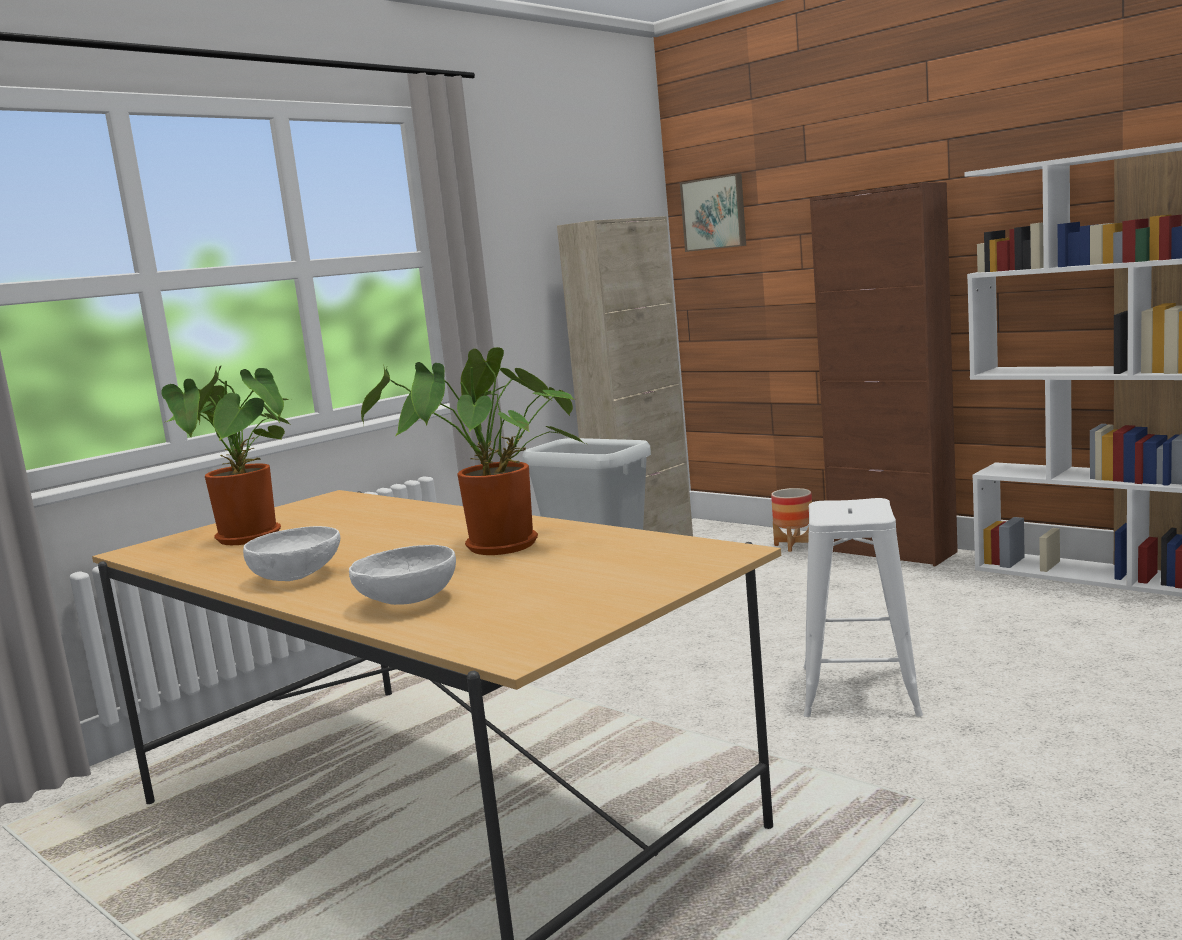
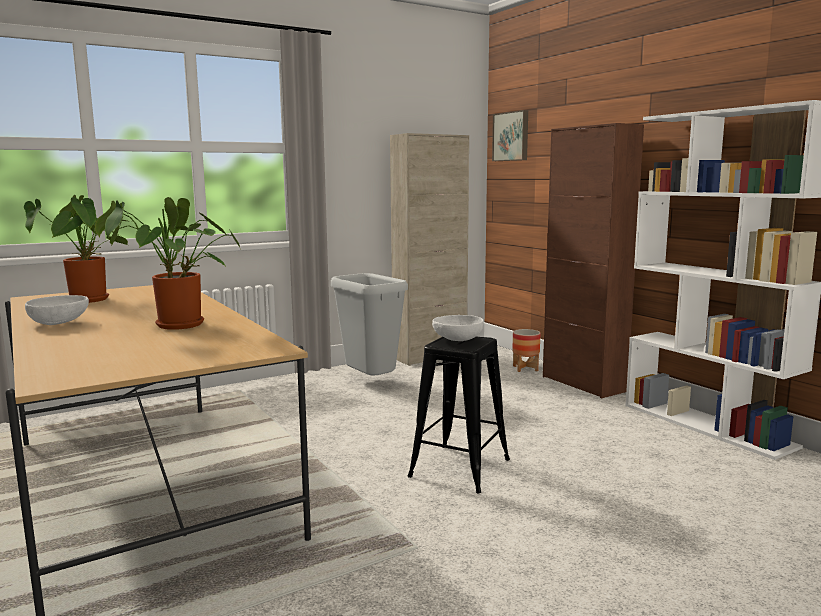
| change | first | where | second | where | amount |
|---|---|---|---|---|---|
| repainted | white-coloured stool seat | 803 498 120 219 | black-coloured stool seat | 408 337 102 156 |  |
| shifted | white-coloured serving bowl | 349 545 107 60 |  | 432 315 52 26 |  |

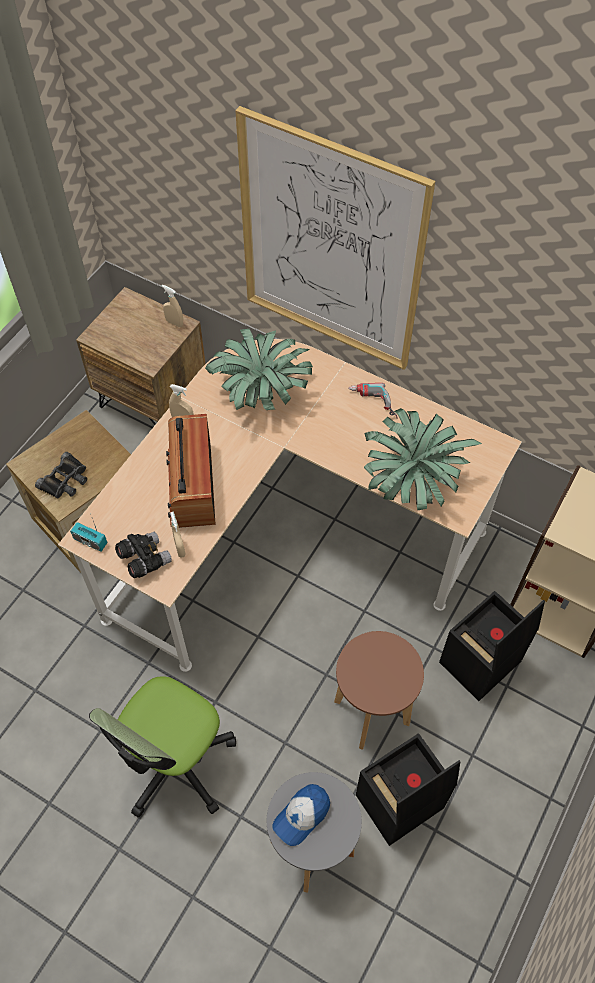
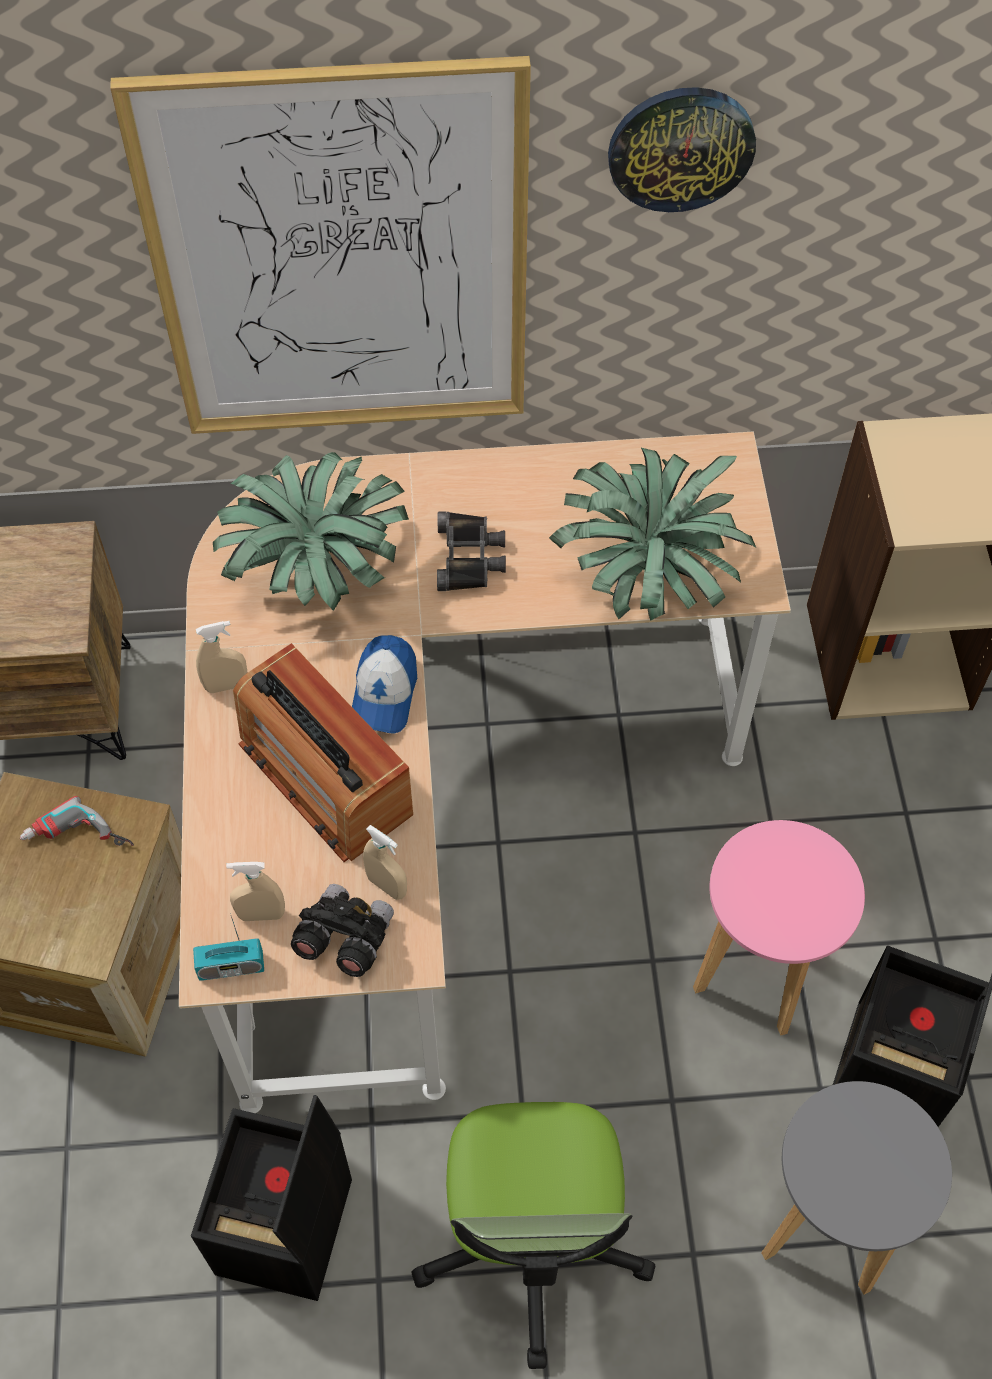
| change | first | where | second | where | amount |
|---|---|---|---|---|---|
| shifted | power drill | 348 383 50 36 |  | 20 796 114 50 |  |
| shifted | black-coloured storage bin | 439 591 106 110 |  | 191 1095 161 206 |  |
| shifted | beige-coloured sprayer | 162 285 21 42 |  | 226 862 59 59 |  |
| shifted | peaked cap | 272 784 58 62 |  | 352 635 65 98 |  |
| shifted | black-coloured binoculars | 35 452 52 47 |  | 437 511 69 80 |  |
| new |  |  | hanging clock | 608 87 148 125 |  |
| repainted | brown-coloured stool seat | 334 631 90 119 | pink stool seat | 693 820 172 215 |  |

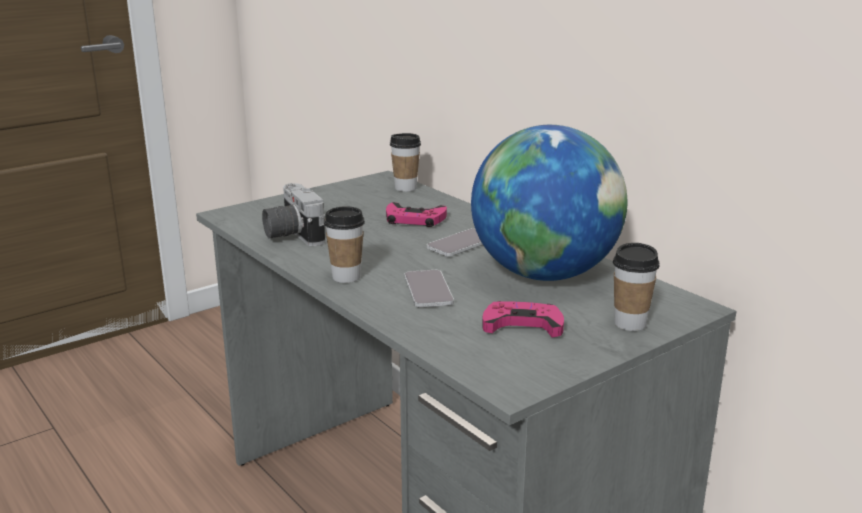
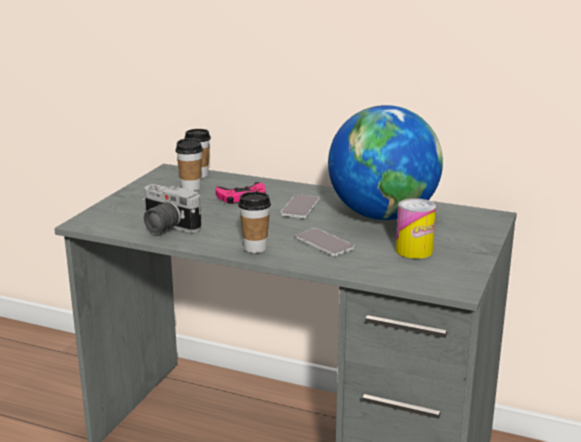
| change | first | where | second | where | amount |
|---|---|---|---|---|---|
| shifted | cup | 613 243 47 88 |  | 176 138 27 53 |  |
| swapped | pink gamepad | 482 301 82 36 | can | 396 198 40 61 |  |

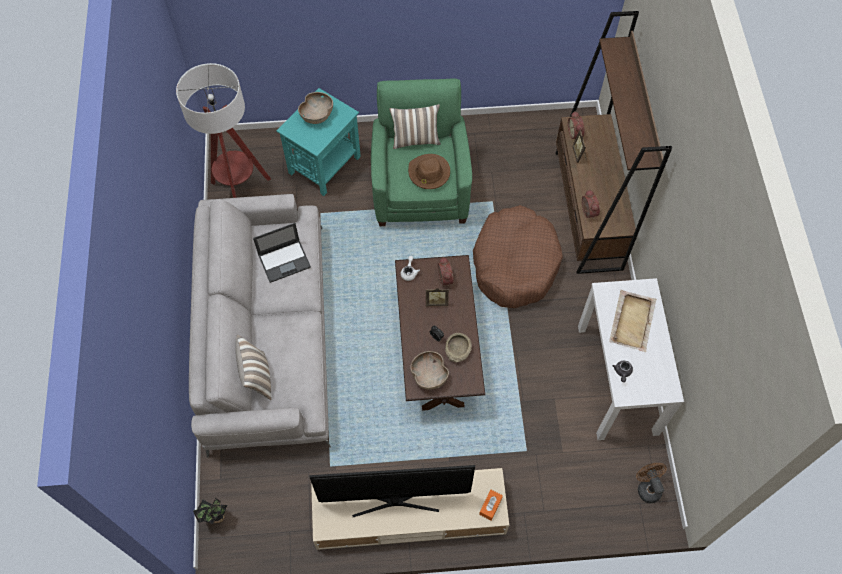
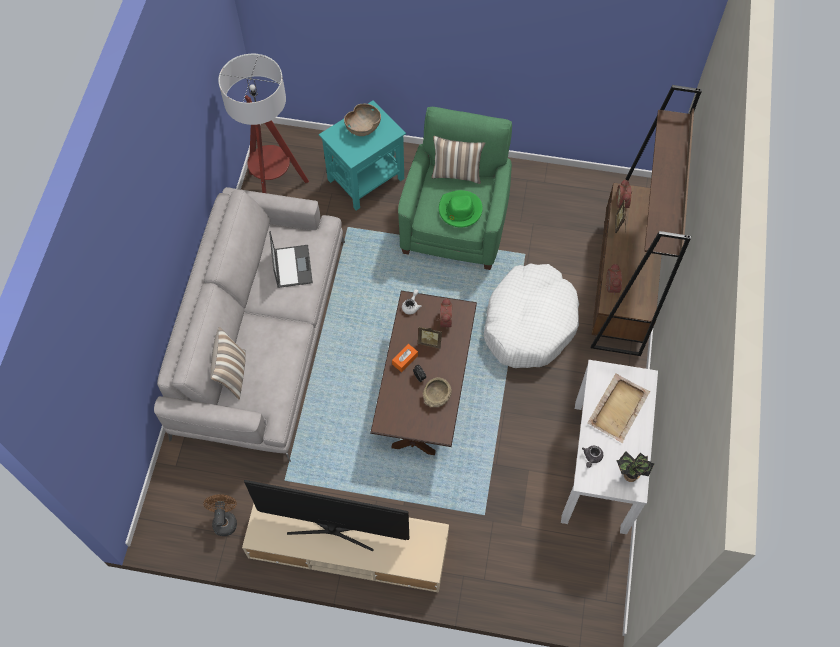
| change | first | where | second | where | amount |
|---|---|---|---|---|---|
| shifted | brown-coloured fan | 636 463 31 40 |  | 203 494 34 42 |  |
| rotated | laptop | 253 223 58 60 |  | 269 231 44 57 | 90 degrees counterclockwise |
| shifted | orange box of tissues | 479 490 24 31 |  | 392 344 26 28 |  |
| repainted | brown-coloured clothing hat | 408 154 42 35 | greenish clothing hat | 439 190 44 37 |  |
| repainted | brown-coloured dog bed | 473 205 90 103 | white-coloured dog bed | 484 263 95 105 |  |
| shifted | houseplant | 193 498 34 26 |  | 616 451 39 31 |  |
| gone | brown-coloured serving bowl | 410 351 39 39 |  |  |  |

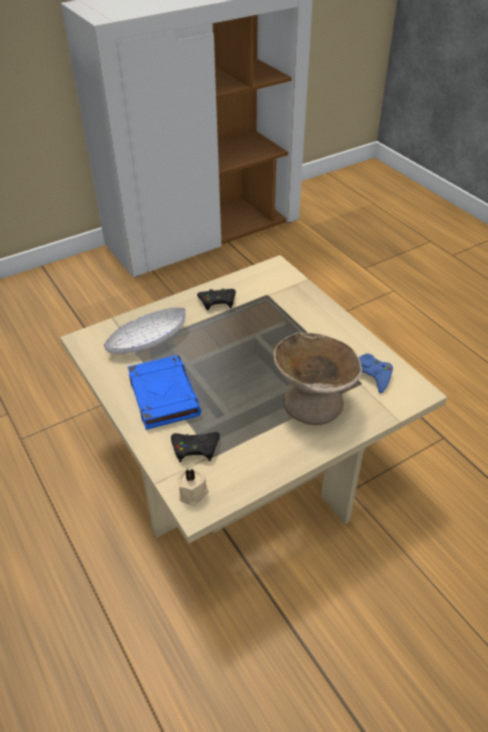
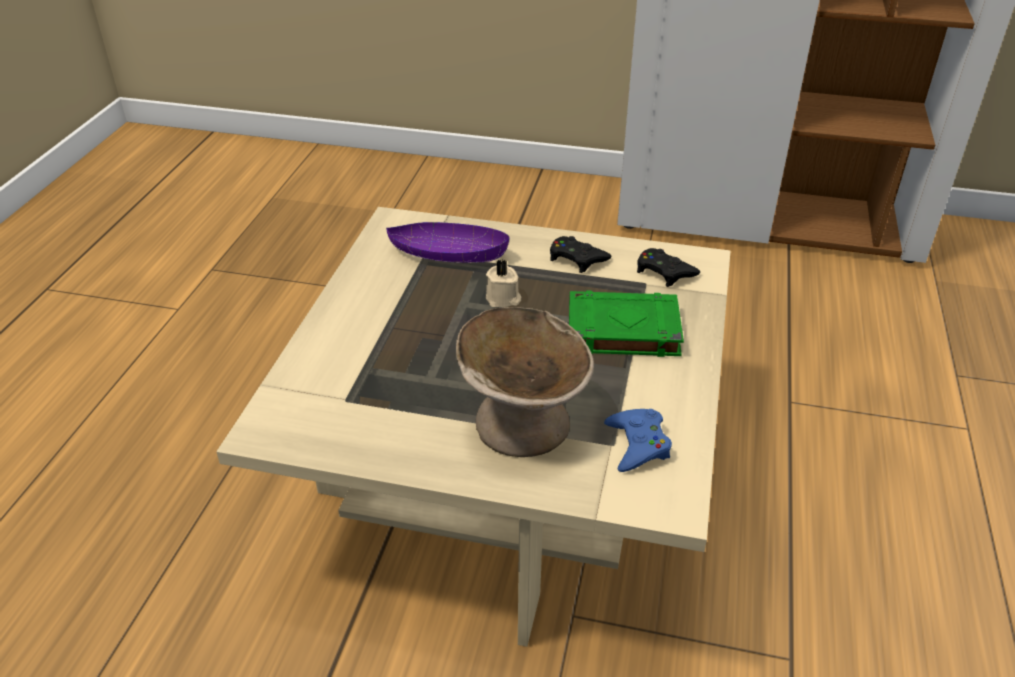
| change | first | where | second | where | amount |
|---|---|---|---|---|---|
| repainted | white-coloured serving bowl | 104 308 81 46 | purple serving bowl | 386 222 124 41 |  |
| shifted | beige-coloured wax light | 177 468 32 38 |  | 485 259 36 48 |  |
| new |  |  | greenish bound book | 569 291 115 66 |  |
| shifted | black-coloured gamepad | 171 432 49 30 |  | 637 248 63 39 |  |
| gone | blue bound book | 128 355 73 75 |  |  |  |

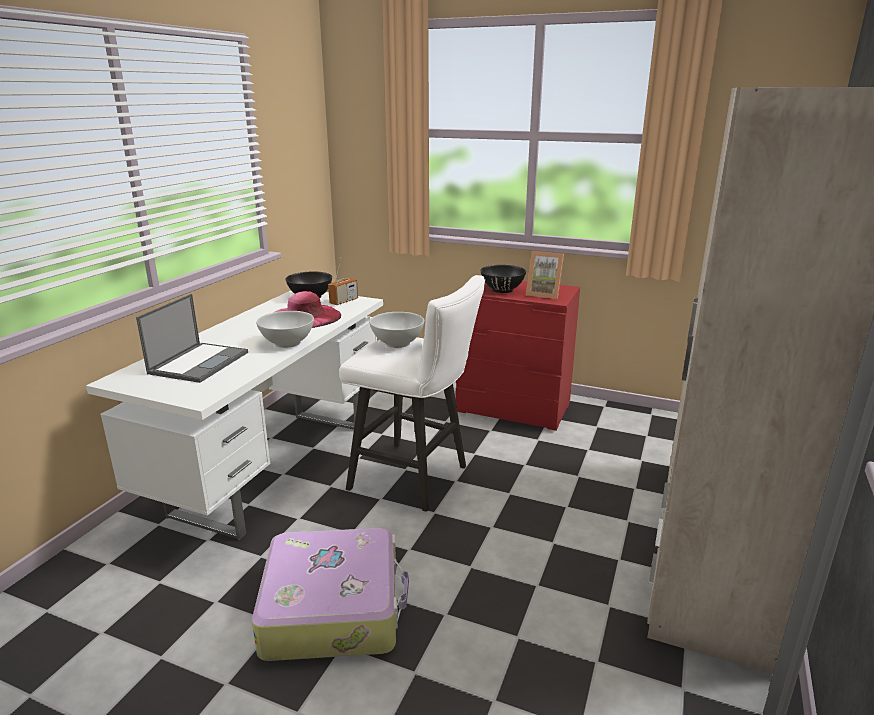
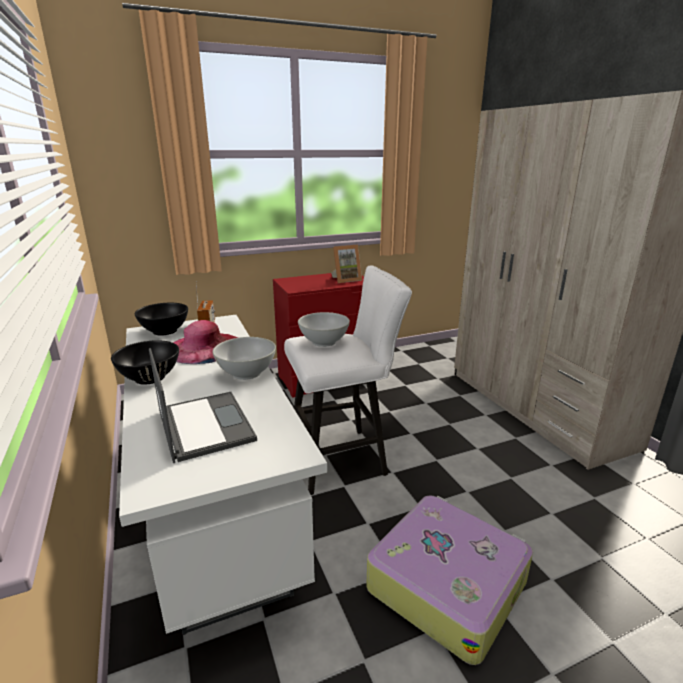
| change | first | where | second | where | amount |
|---|---|---|---|---|---|
| shifted | black-coloured serving bowl | 481 265 45 28 |  | 111 340 68 45 |  |

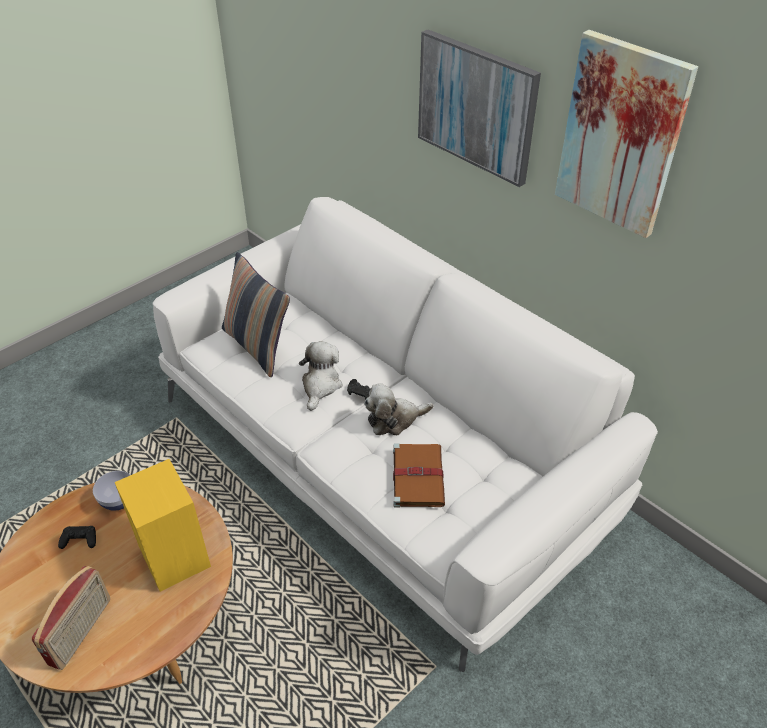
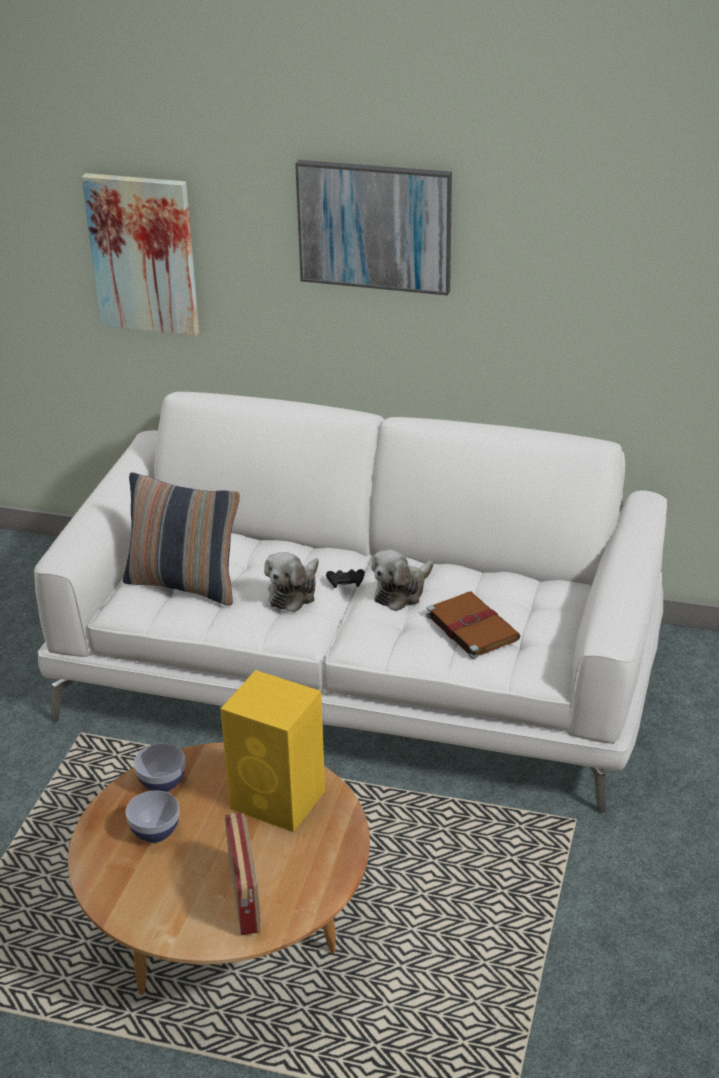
| change | first | where | second | where | amount |
|---|---|---|---|---|---|
| shifted | wall picture | 555 30 143 208 |  | 82 173 117 163 |  |
| swapped | black-coloured gamepad | 58 526 38 23 | serving bowl | 125 790 54 53 |  |
| rotated | plush toy | 299 341 43 70 |  | 264 552 55 60 | 135 degrees counterclockwise |

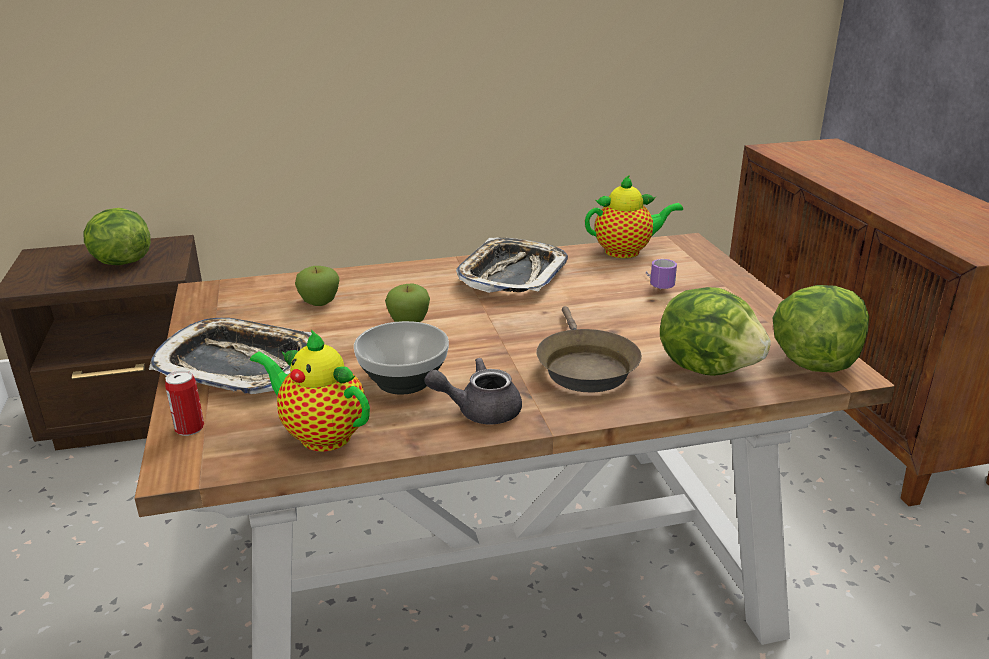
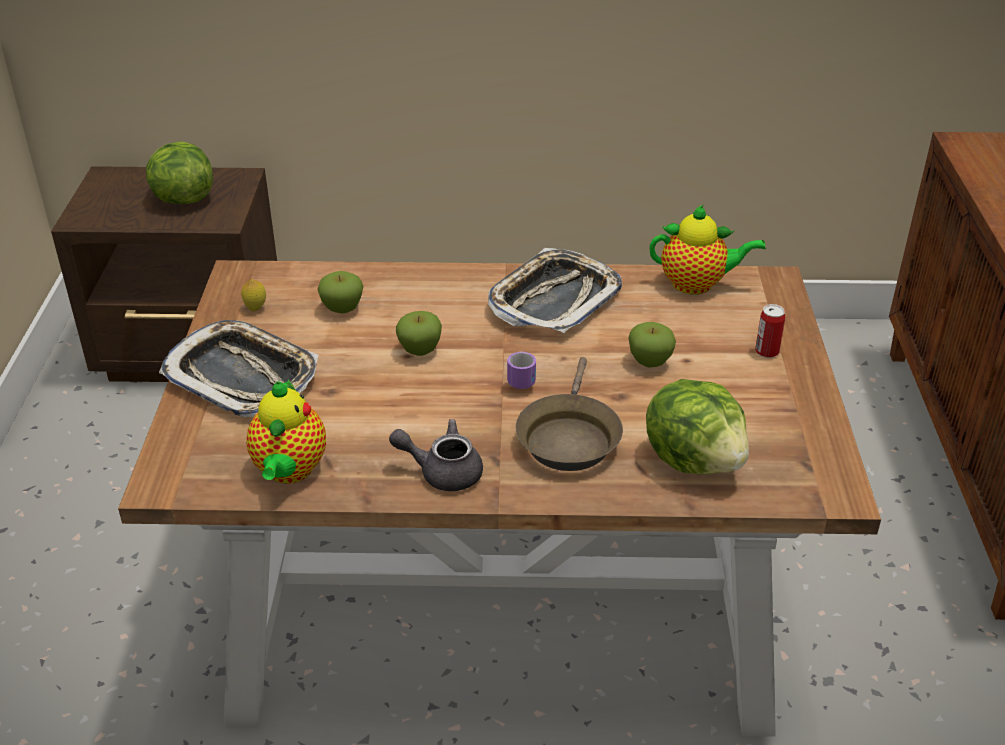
| change | first | where | second | where | amount |
|---|---|---|---|---|---|
| new |  |  | whole lemon | 241 279 25 32 |  |
| rotated | teapot | 250 329 120 123 |  | 247 379 79 105 | 135 degrees counterclockwise |
| shifted | coffee mug | 646 259 31 31 |  | 507 351 29 38 |  |
| new |  |  | apple | 629 322 47 46 |  |
| shifted | can | 165 370 39 66 |  | 755 304 30 54 |  |
| gone | serving bowl | 354 321 95 74 |  |  |  |
| gone | head of lettuce | 773 285 96 88 |  |  |  |

